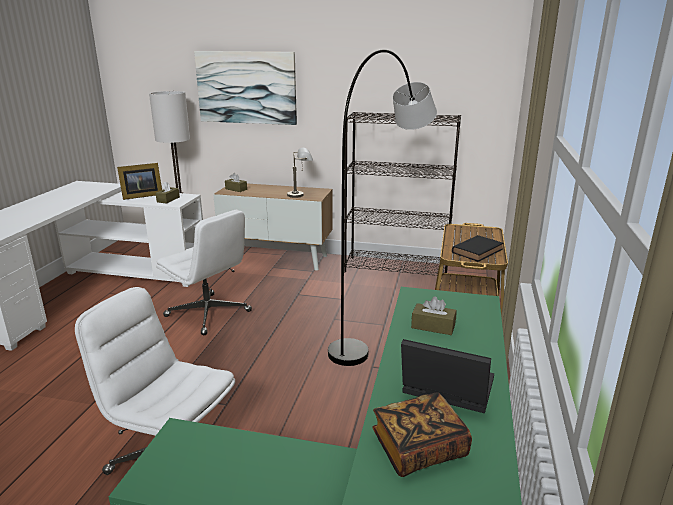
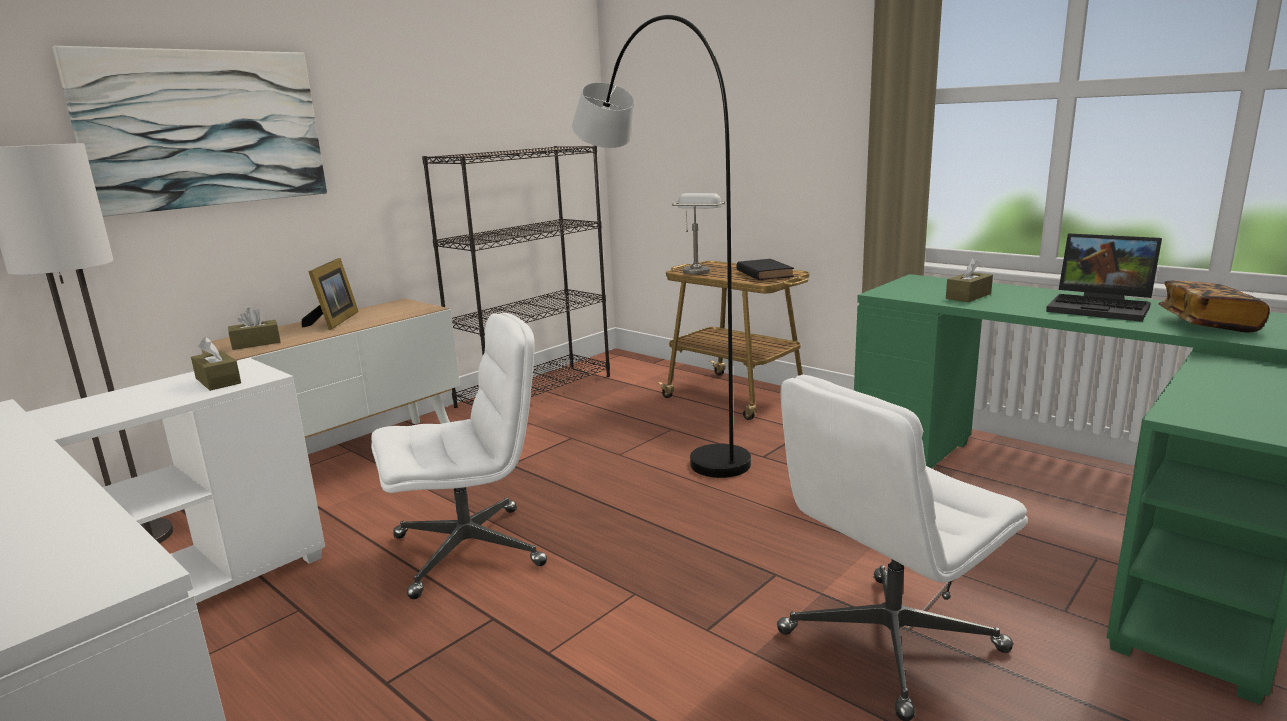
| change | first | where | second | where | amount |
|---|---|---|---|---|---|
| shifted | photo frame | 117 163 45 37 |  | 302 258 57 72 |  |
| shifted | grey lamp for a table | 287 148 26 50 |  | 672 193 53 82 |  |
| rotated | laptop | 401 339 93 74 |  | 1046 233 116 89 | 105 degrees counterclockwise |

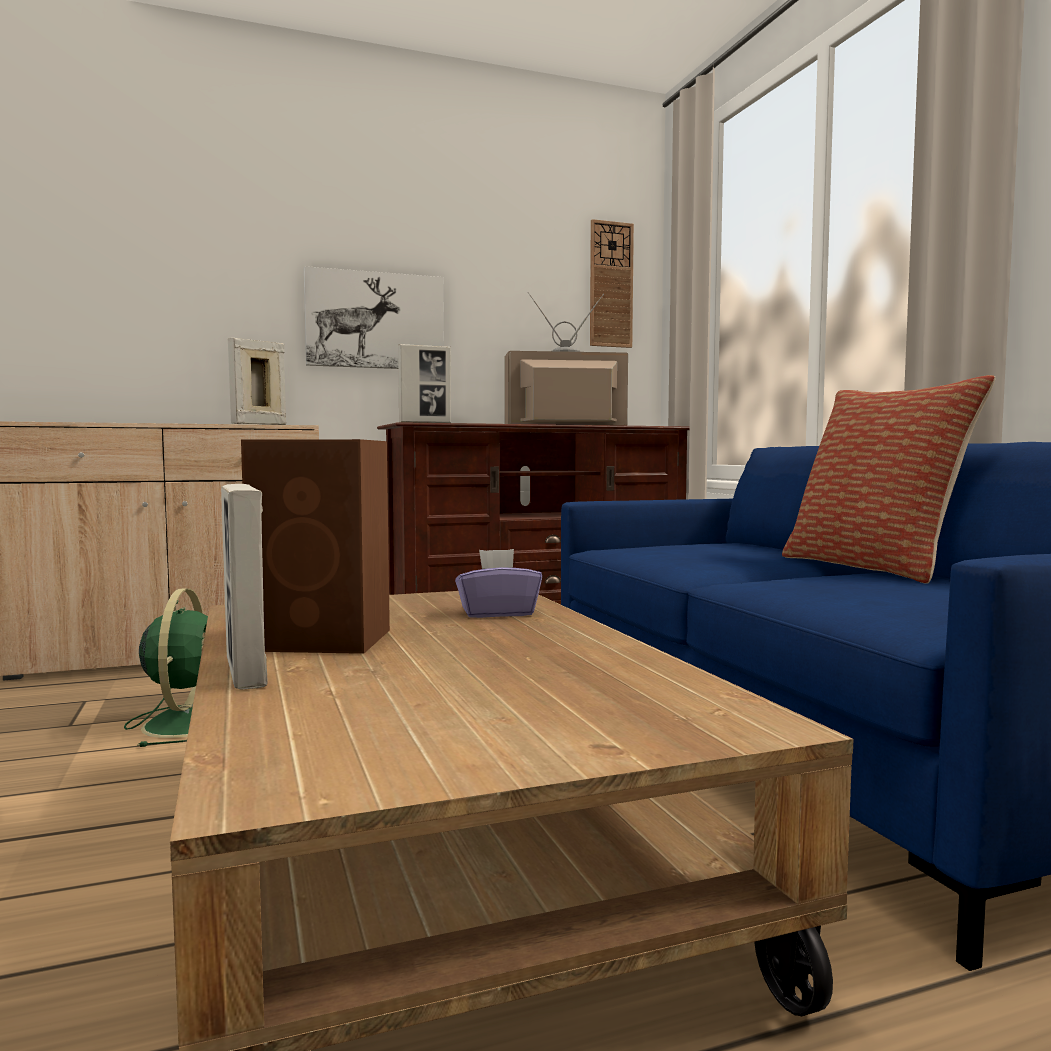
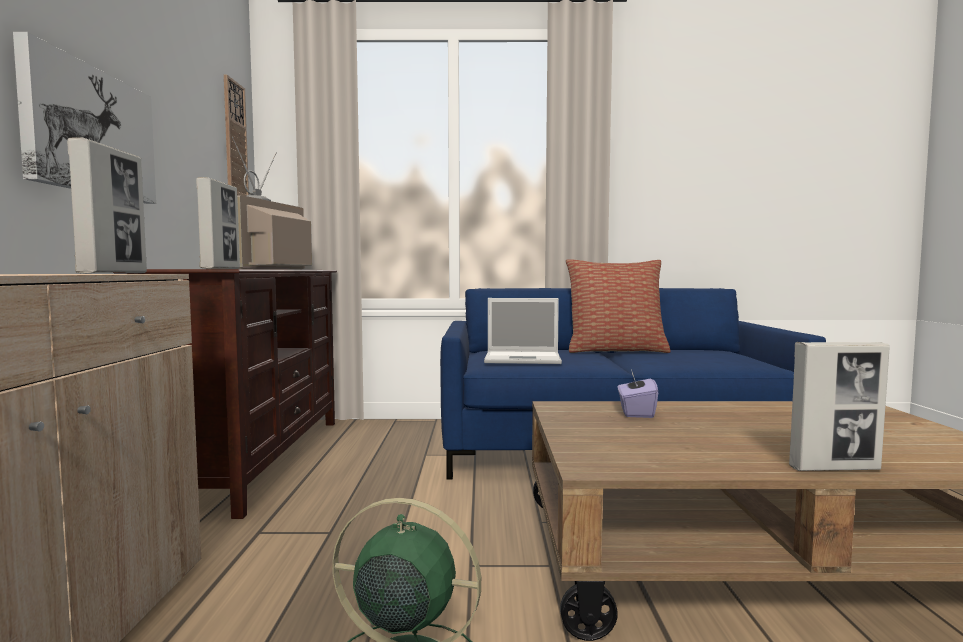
| change | first | where | second | where | amount |
|---|---|---|---|---|---|
| rotated | photo frame | 228 338 58 87 |  | 67 137 80 136 | 150 degrees counterclockwise |
| new |  |  | laptop | 484 298 78 66 |  |
| gone | brown-coloured speaker | 241 439 149 215 |  |  |  |

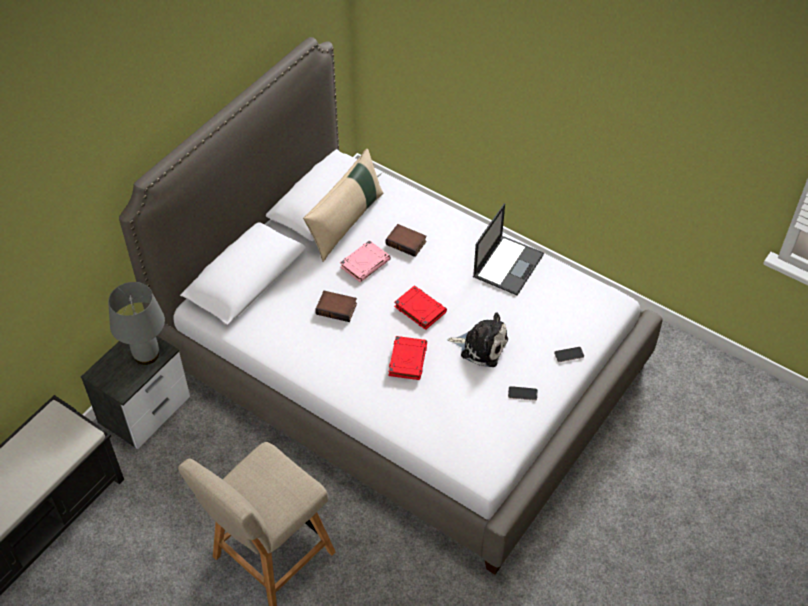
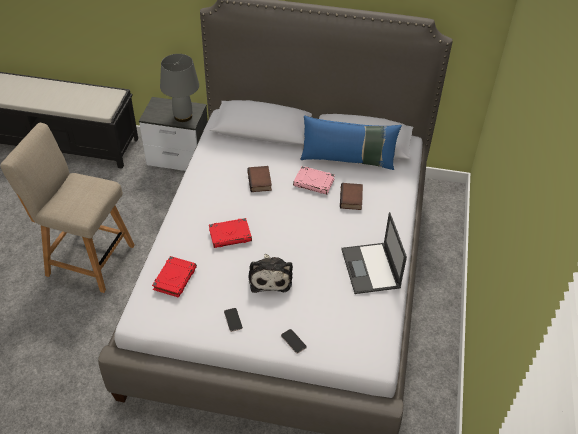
| change | first | where | second | where | amount |
|---|---|---|---|---|---|
| shifted | red-coloured bound book | 394 286 53 44 |  | 152 256 45 42 |  |
| repainted | beige-coloured throw pillow | 303 149 80 113 | blue throw pillow | 300 115 102 55 |  |
| rotated | laptop | 473 203 71 92 |  | 342 212 65 82 | 75 degrees clockwise |

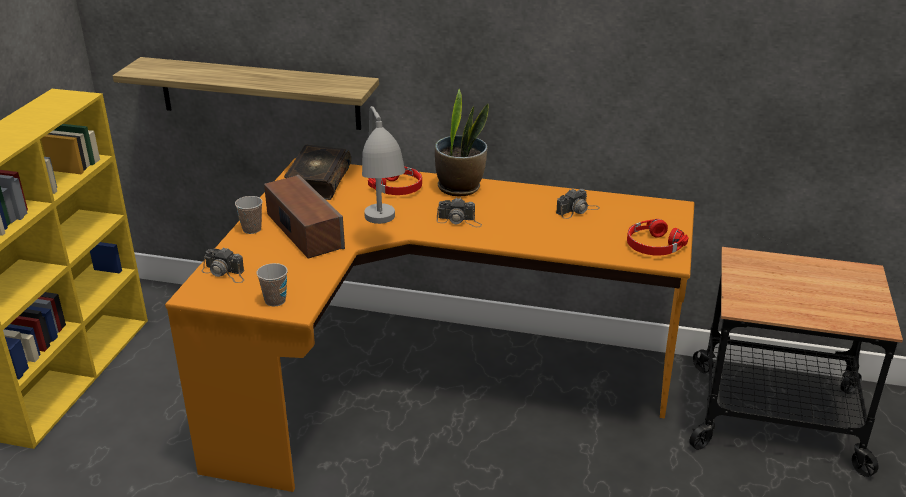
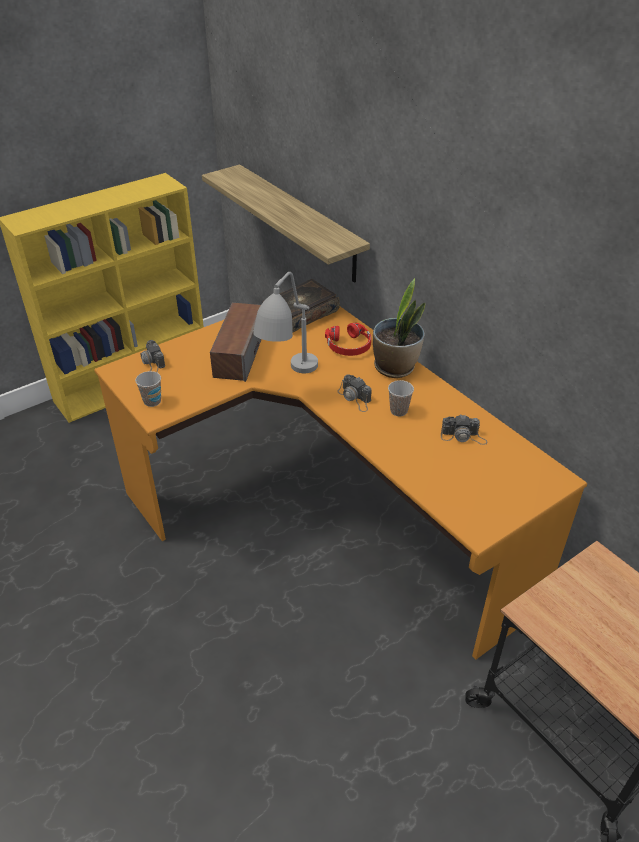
| change | first | where | second | where | amount |
|---|---|---|---|---|---|
| shifted | cup | 235 196 28 38 |  | 388 380 26 36 |  |
| gone | red-coloured headphones | 627 219 62 37 |  |  |  |

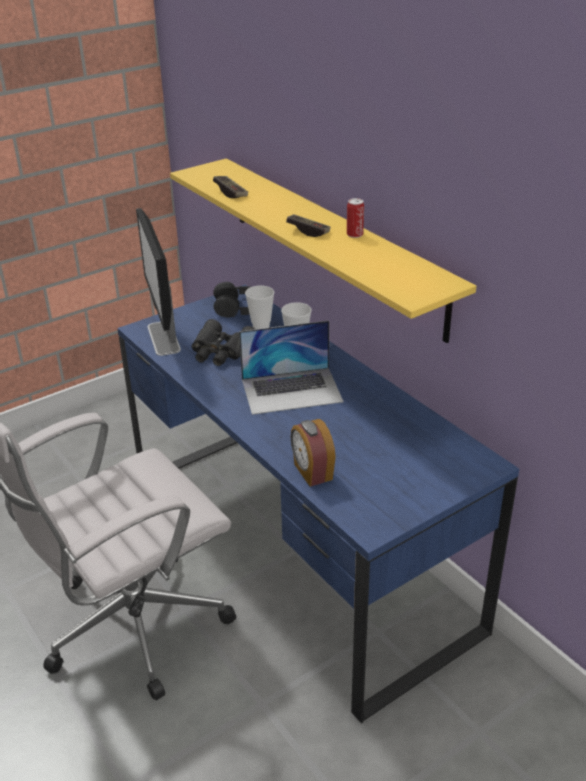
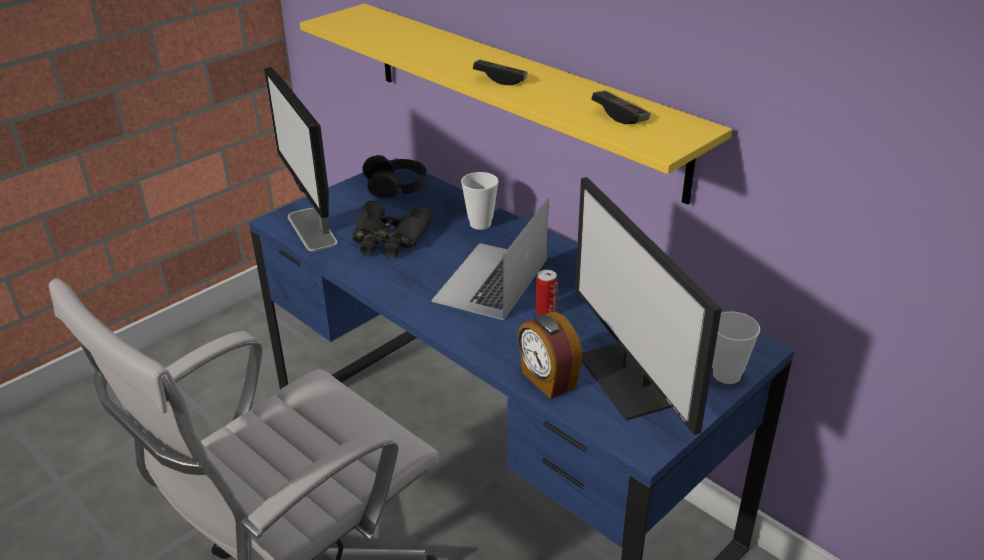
| change | first | where | second | where | amount |
|---|---|---|---|---|---|
| rotated | laptop | 239 321 105 94 |  | 431 198 118 122 | 135 degrees clockwise |
| shifted | can | 347 198 17 40 |  | 536 270 22 45 |  |
| new |  |  | monitor | 575 177 147 258 |  |
| shifted | gamepad | 213 176 35 22 |  | 591 90 59 34 |  |
| shifted | cup | 245 285 29 44 |  | 712 311 48 73 |  |

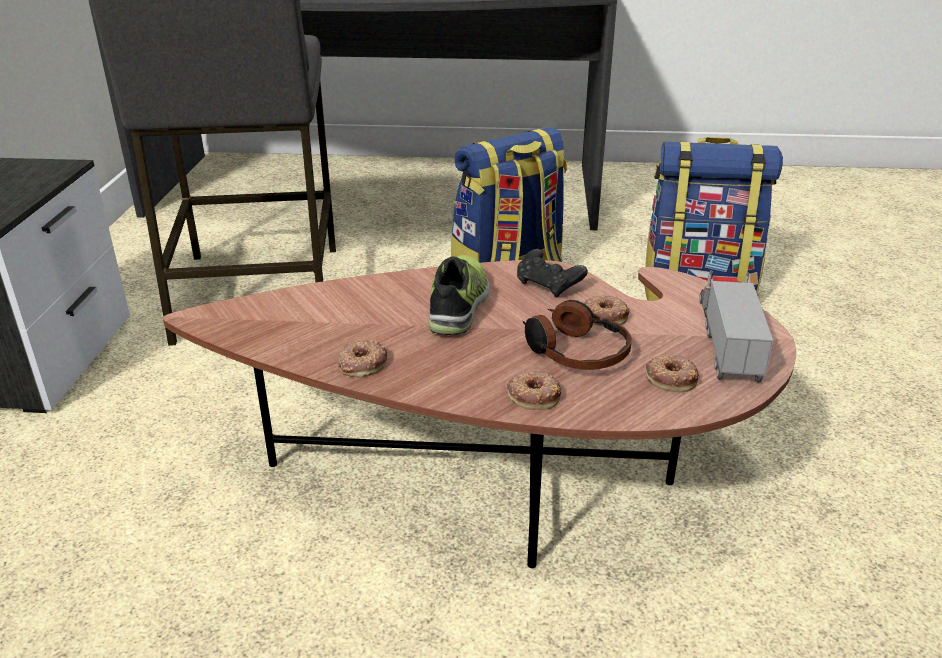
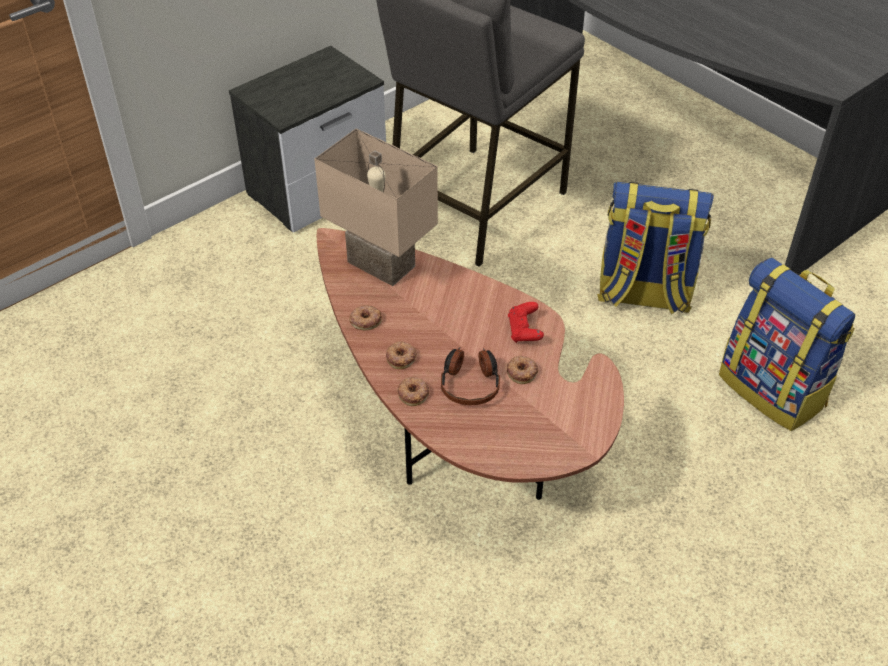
| change | first | where | second | where | amount |
|---|---|---|---|---|---|
| new |  |  | beige-coloured lamp for a table | 314 129 124 157 |  |
| shifted | doughnut | 646 354 54 38 |  | 386 341 31 28 |  |
| repainted | black-coloured gamepad | 517 249 71 49 | red-coloured gamepad | 508 302 36 41 |  |
| gone | item of footwear | 429 255 61 80 |  |  |  |
| gone | toy lorry | 699 271 74 112 |  |  |  |

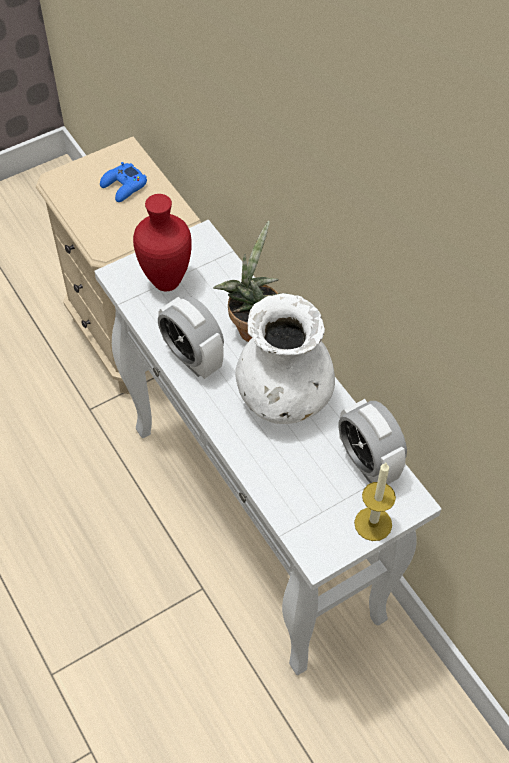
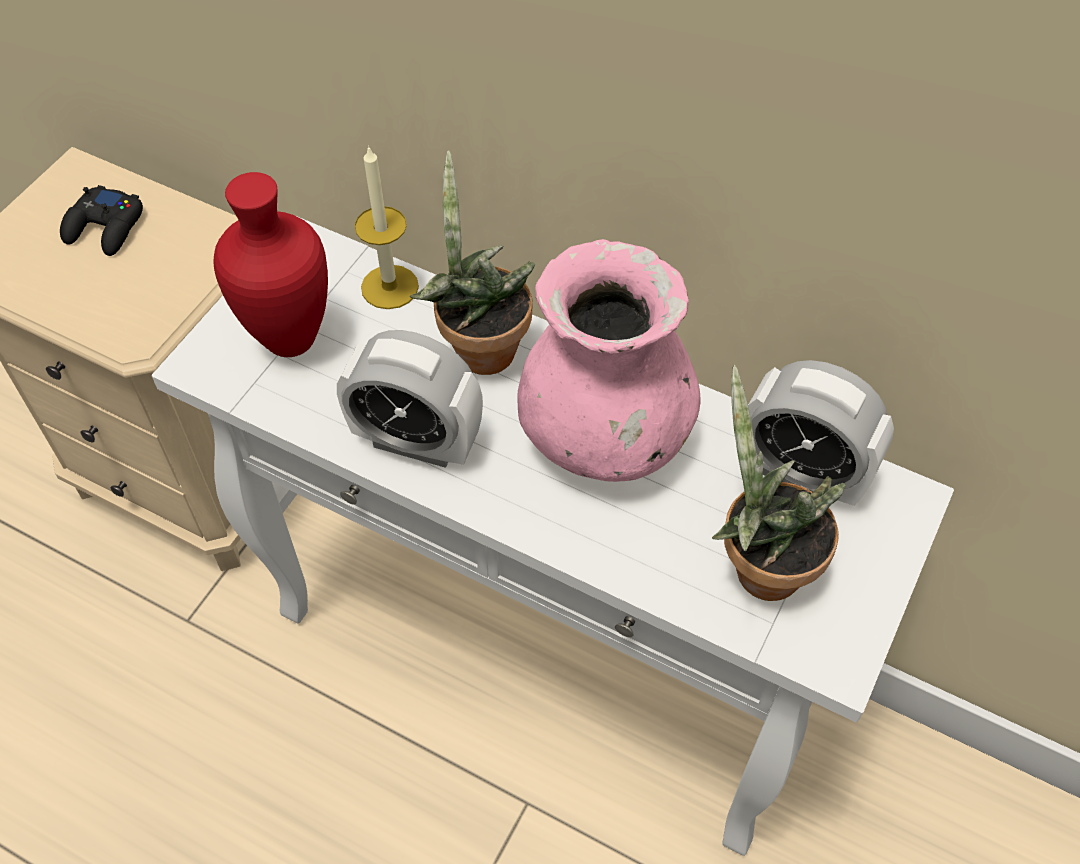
| change | first | where | second | where | amount |
|---|---|---|---|---|---|
| repainted | blue gamepad | 100 162 47 40 | black-coloured gamepad | 60 185 83 71 |  |
| shifted | wax light | 354 463 42 78 |  | 355 145 64 164 |  |
| repainted | white-coloured decorative vase | 235 293 100 131 | pink decorative vase | 517 239 184 243 |  |
| new |  |  | houseplant | 712 365 134 236 |  |

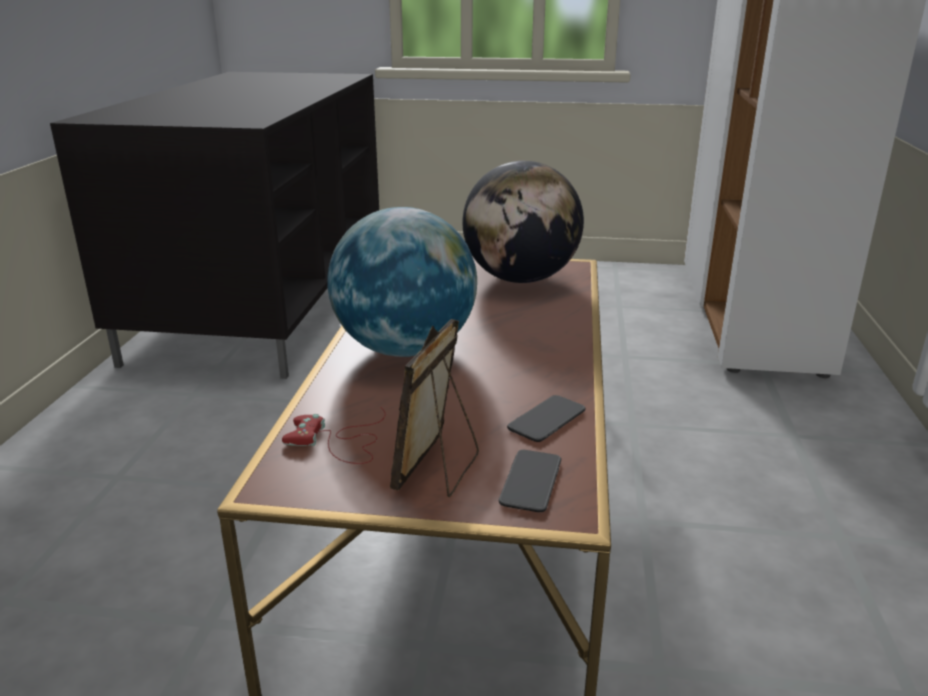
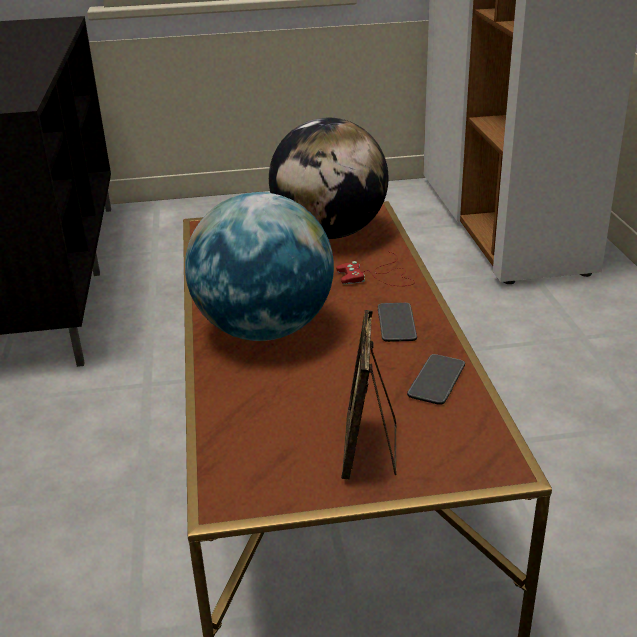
| change | first | where | second | where | amount |
|---|---|---|---|---|---|
| shifted | red-coloured gamepad | 282 407 104 57 |  | 336 251 79 35 |  |
| shifted | handset | 499 450 62 62 |  | 378 303 39 39 |  |

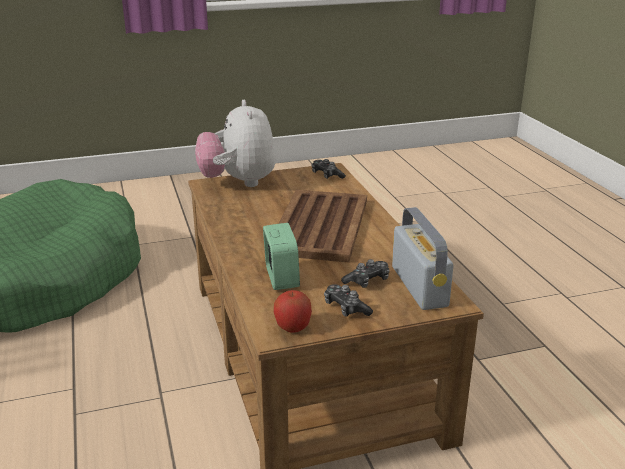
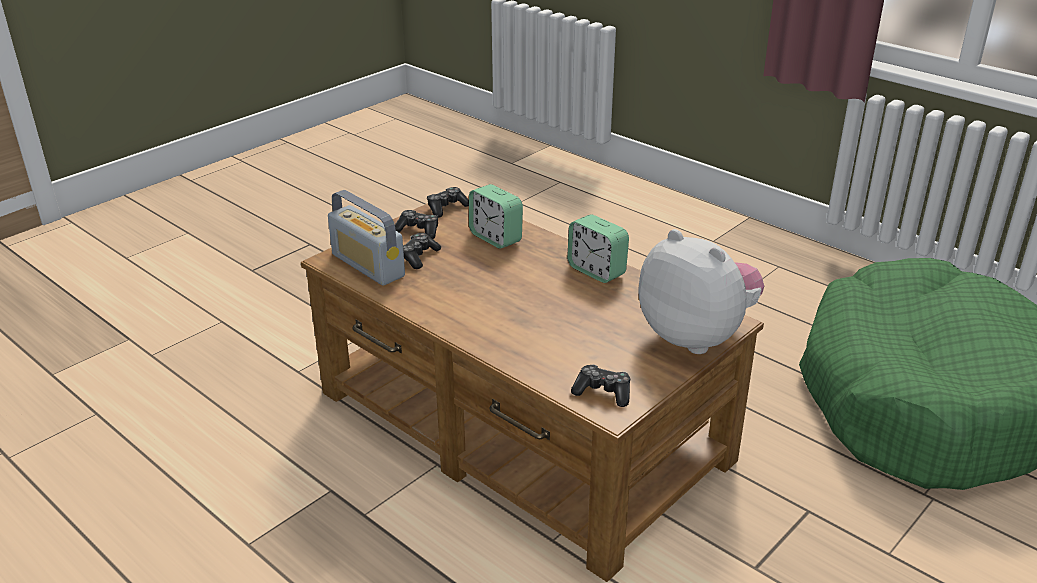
| change | first | where | second | where | amount |
|---|---|---|---|---|---|
| swapped | apple | 274 290 38 43 | gamepad | 427 187 42 31 |  |
| new |  |  | table clock | 567 214 62 69 |  |
| gone | brown-coloured tray | 278 190 89 73 |  |  |  |

